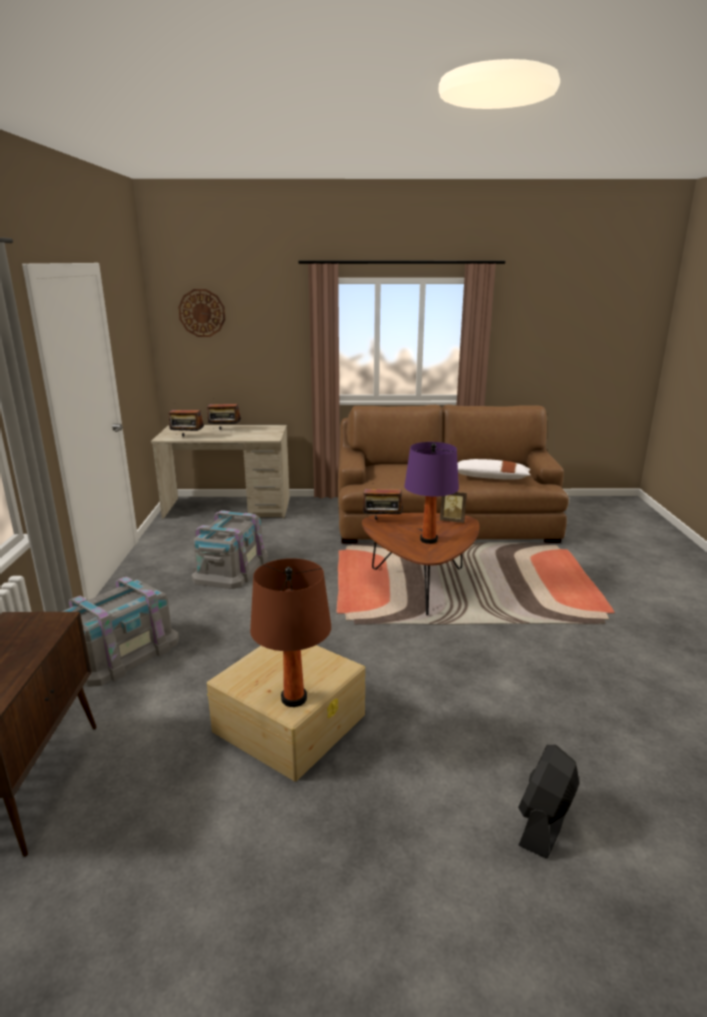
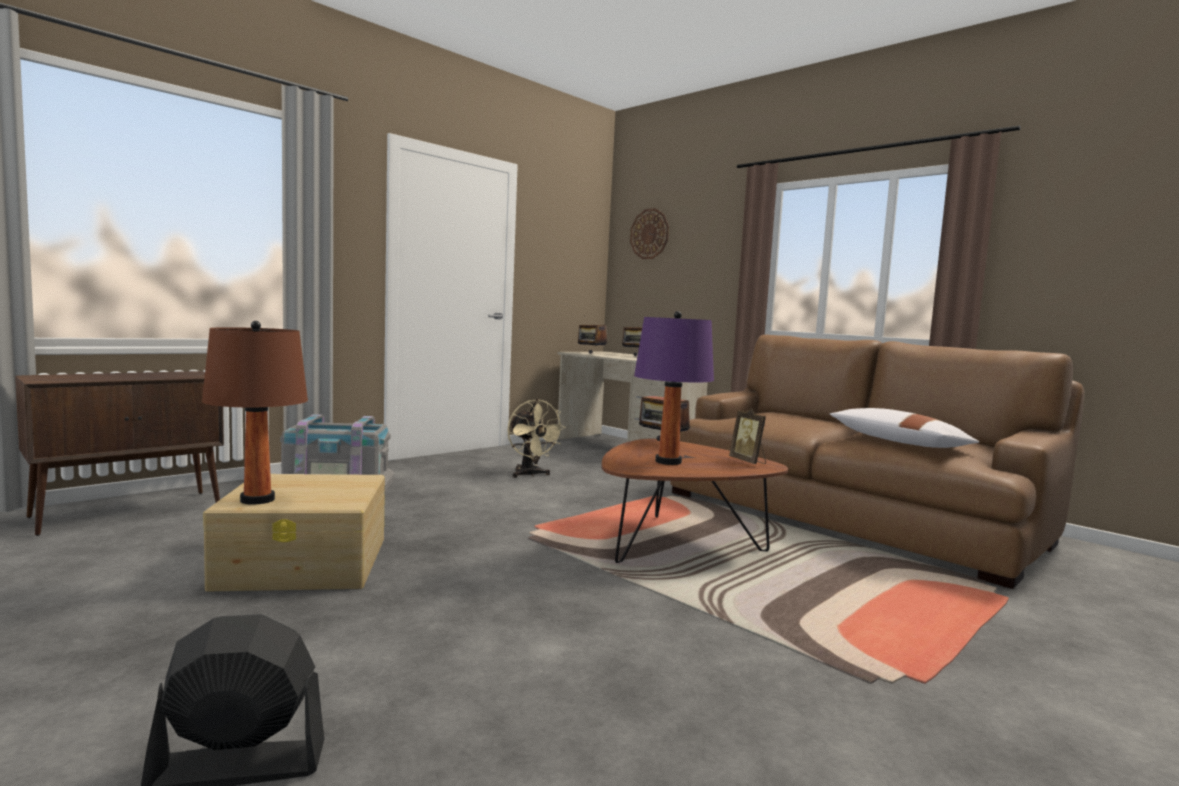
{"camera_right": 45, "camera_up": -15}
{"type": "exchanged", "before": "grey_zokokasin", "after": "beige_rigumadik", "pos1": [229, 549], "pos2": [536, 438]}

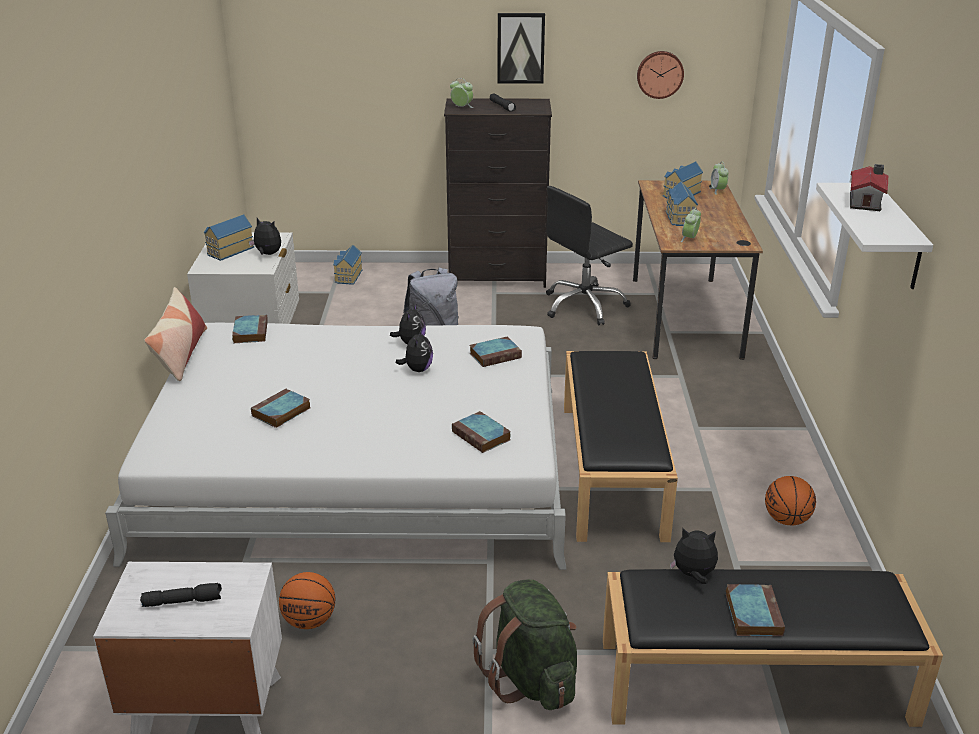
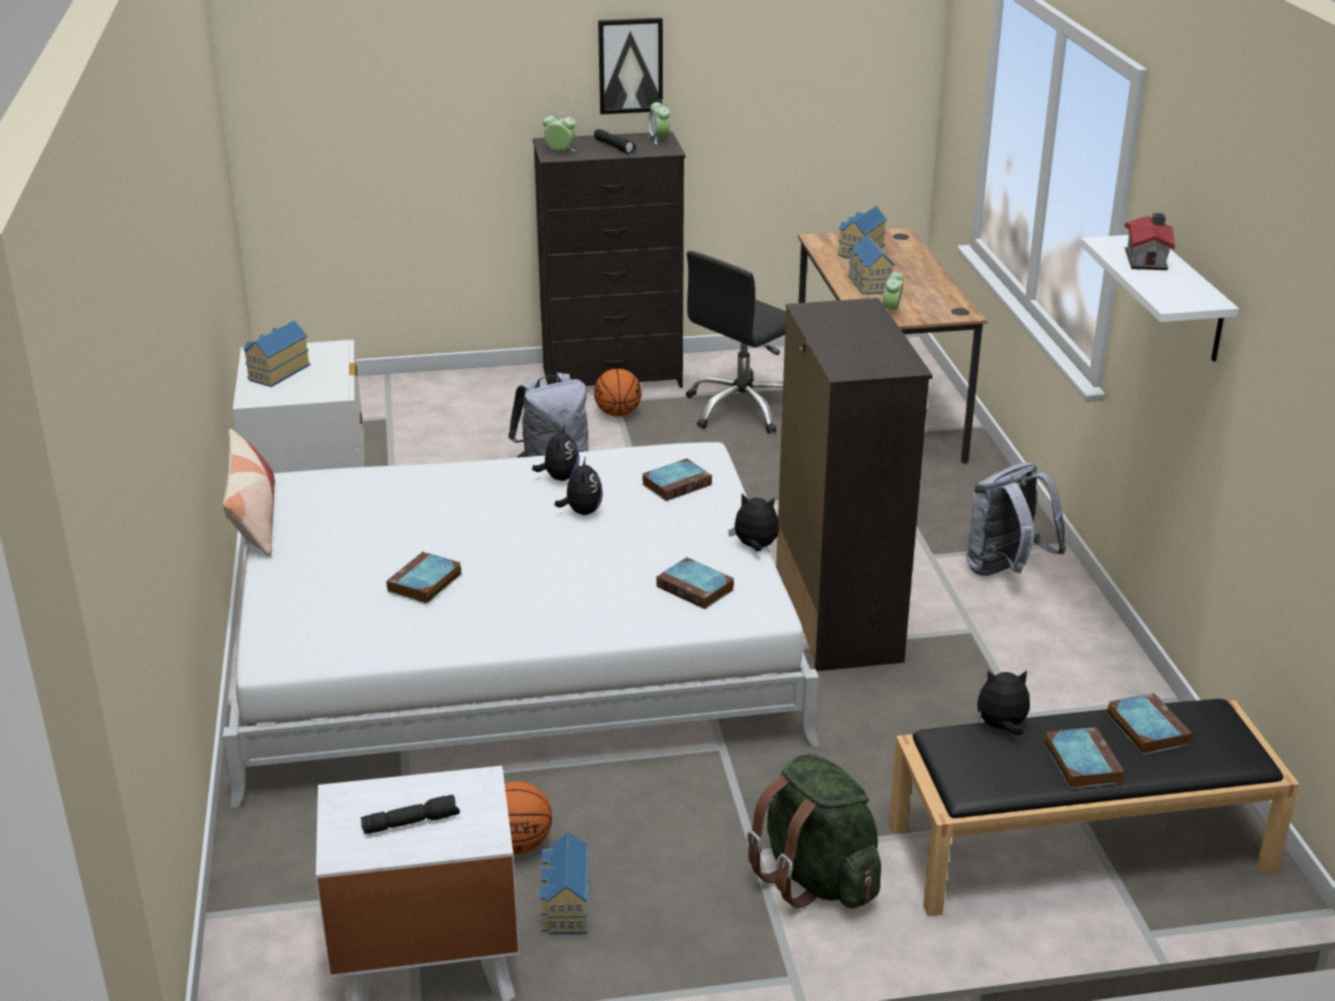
{"camera_right": -10, "camera_up": 0}
{"type": "missing", "before": "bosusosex", "pos1": [660, 75]}
{"type": "relocated", "before": "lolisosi", "pos1": [719, 178], "pos2": [659, 122]}
{"type": "relocated", "before": "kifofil", "pos1": [265, 236], "pos2": [753, 522]}
{"type": "relocated", "before": "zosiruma", "pos1": [348, 265], "pos2": [564, 883]}
{"type": "relocated", "before": "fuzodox", "pos1": [250, 329], "pos2": [1149, 724]}
{"type": "exchanged", "before": "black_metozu", "after": "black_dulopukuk", "pos1": [621, 446], "pos2": [854, 484]}
{"type": "relocated", "before": "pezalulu", "pos1": [790, 500], "pos2": [618, 393]}
{"type": "appeared", "after": "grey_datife", "pos2": [1016, 519]}

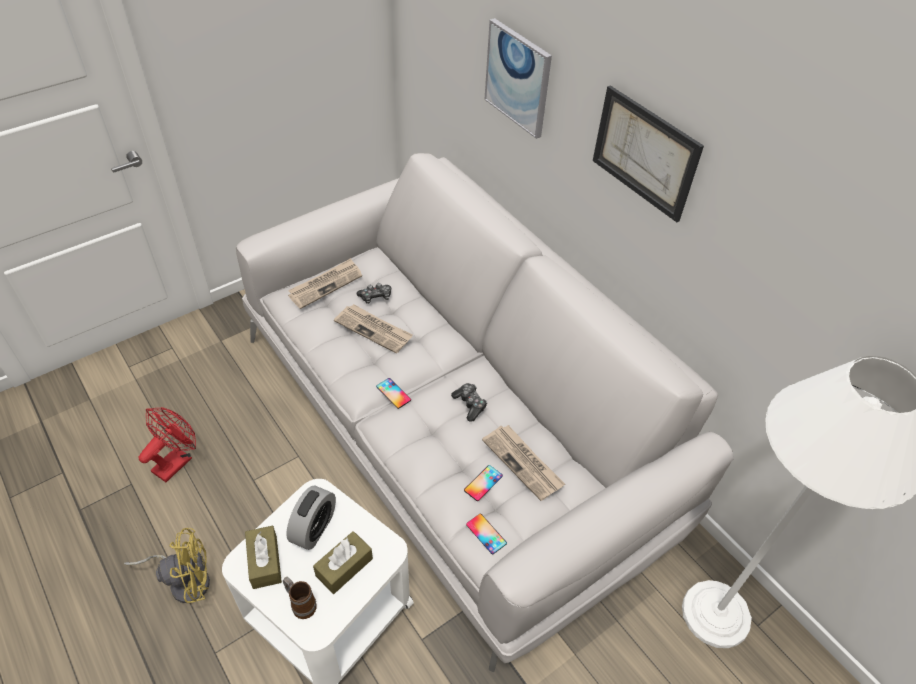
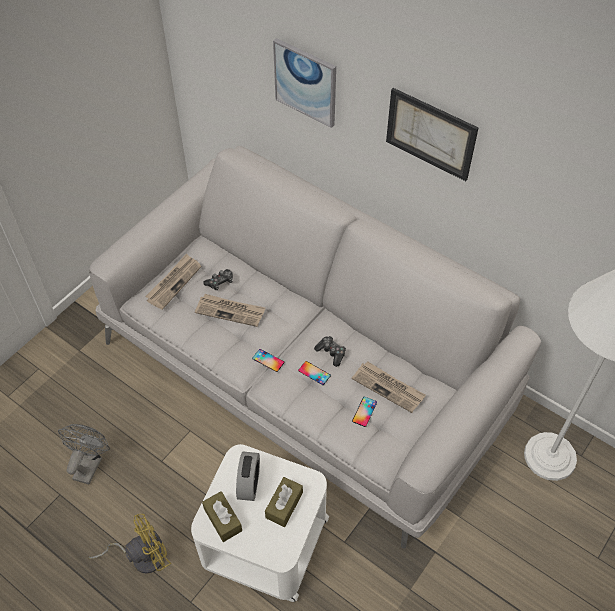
{"camera_right": -15, "camera_up": 5}
{"type": "colour", "before": "red_rigumadik", "after": "grey_rigumadik", "pos1": [167, 444], "pos2": [84, 454]}
{"type": "relocated", "before": "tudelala", "pos1": [486, 534], "pos2": [314, 373]}
{"type": "missing", "before": "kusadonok", "pos1": [300, 598]}

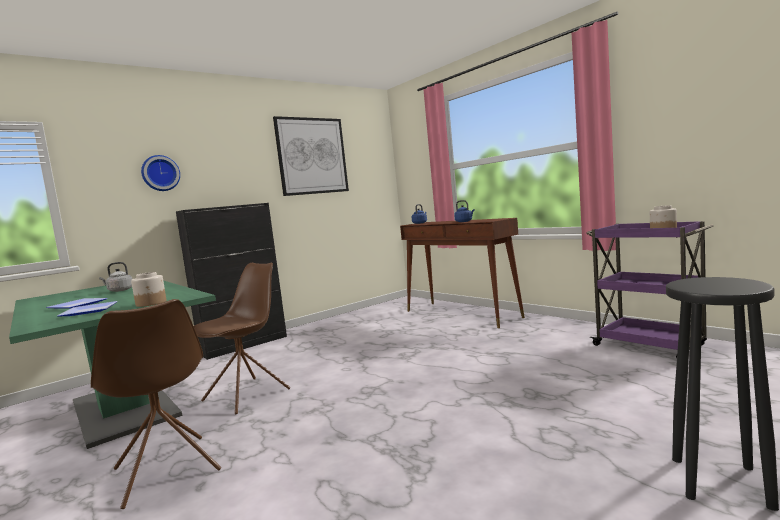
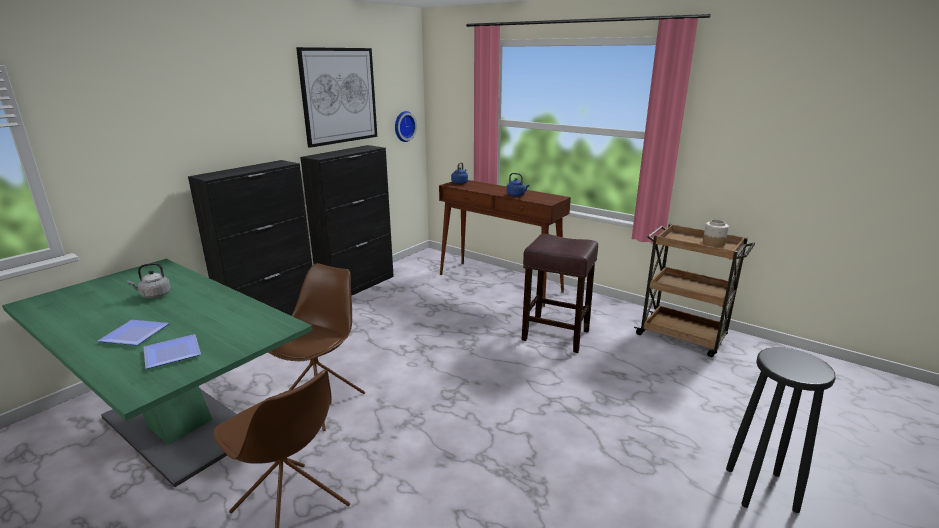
{"camera_right": -15, "camera_up": 15}
{"type": "relocated", "before": "bosusosex", "pos1": [160, 173], "pos2": [406, 126]}
{"type": "colour", "before": "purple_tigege", "after": "brown_tigege", "pos1": [650, 289], "pos2": [694, 290]}
{"type": "missing", "before": "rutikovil", "pos1": [149, 289]}
{"type": "appeared", "after": "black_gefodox", "pos2": [347, 220]}
{"type": "appeared", "after": "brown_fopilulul", "pos2": [560, 293]}

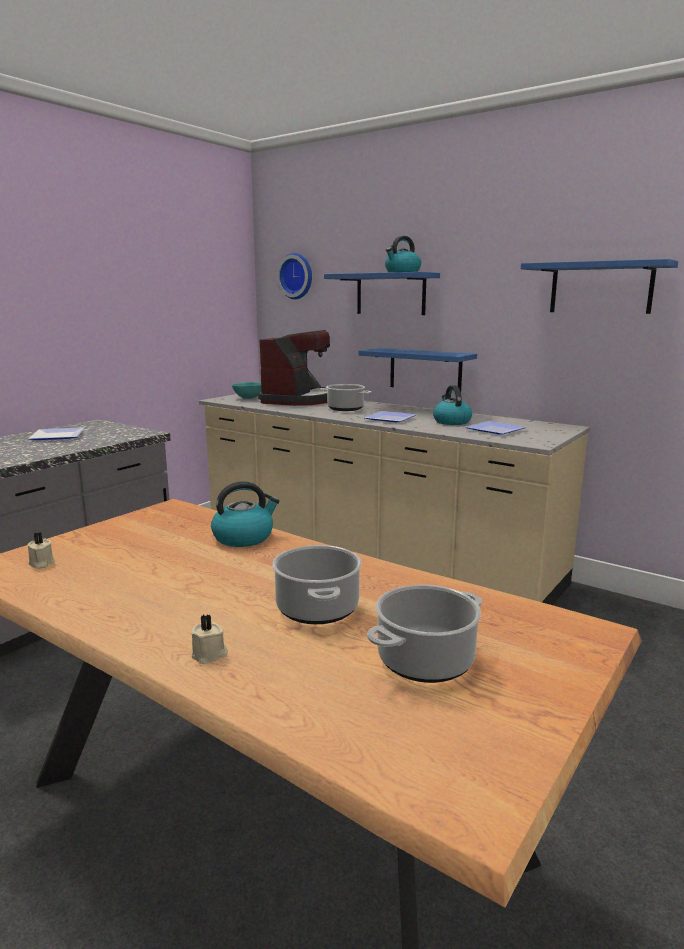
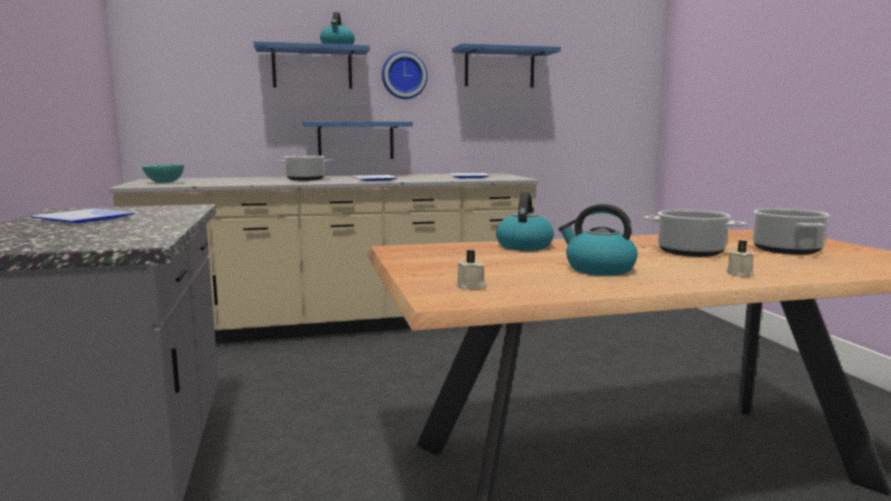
{"camera_right": -50, "camera_up": -5}
{"type": "relocated", "before": "bosusosex", "pos1": [294, 276], "pos2": [405, 75]}
{"type": "missing", "before": "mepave", "pos1": [294, 368]}
{"type": "relocated", "before": "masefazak", "pos1": [452, 405], "pos2": [598, 240]}

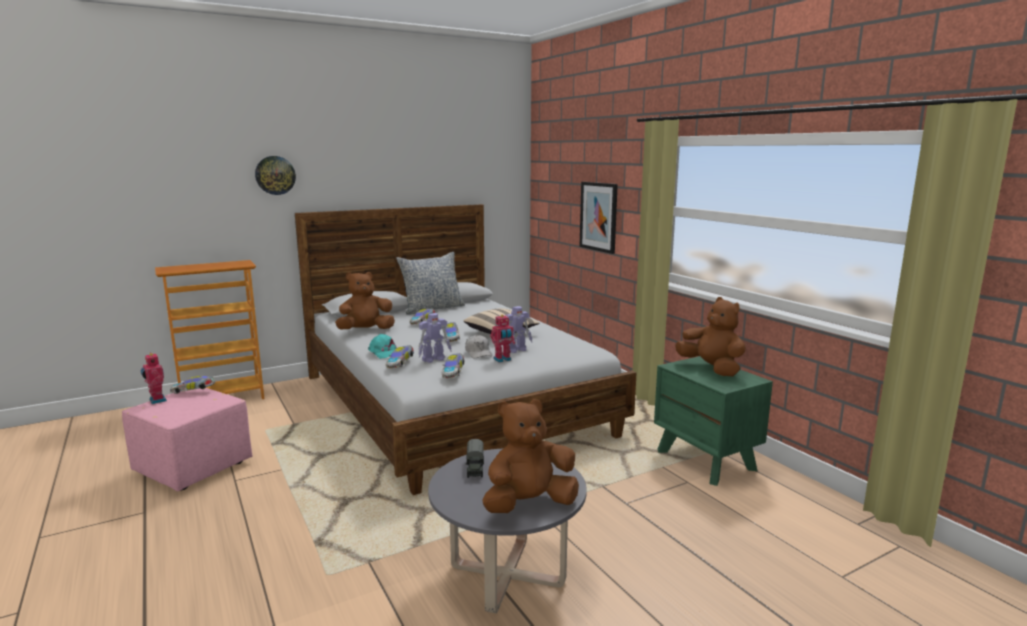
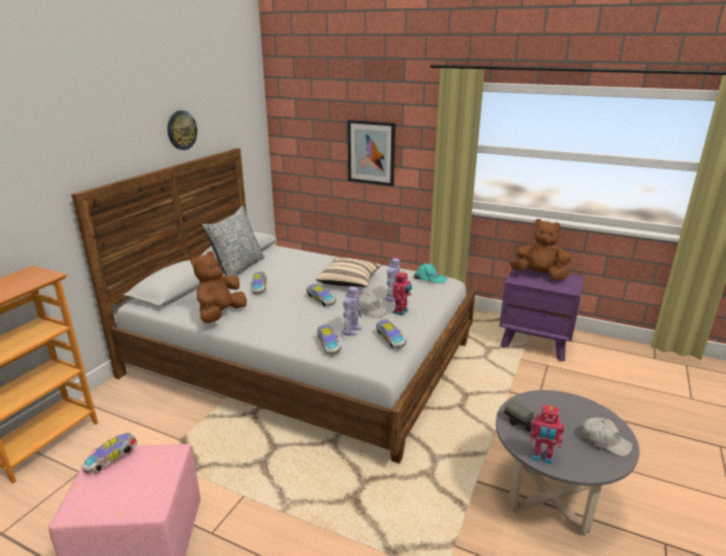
{"camera_right": -35, "camera_up": 10}
{"type": "relocated", "before": "bosusosex", "pos1": [275, 175], "pos2": [182, 130]}
{"type": "relocated", "before": "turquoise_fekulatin", "pos1": [382, 346], "pos2": [430, 273]}
{"type": "relocated", "before": "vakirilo", "pos1": [154, 378], "pos2": [547, 434]}
{"type": "colour", "before": "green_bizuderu", "after": "purple_bizuderu", "pos1": [713, 421], "pos2": [542, 314]}
{"type": "exchanged", "before": "brown_kifofil", "after": "white_fekulatin", "pos1": [530, 456], "pos2": [607, 437]}

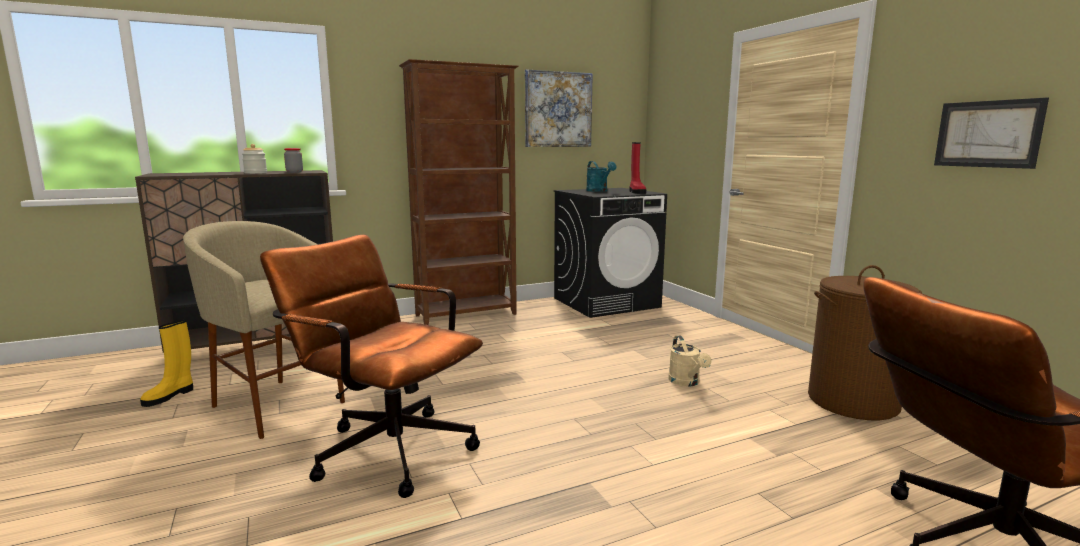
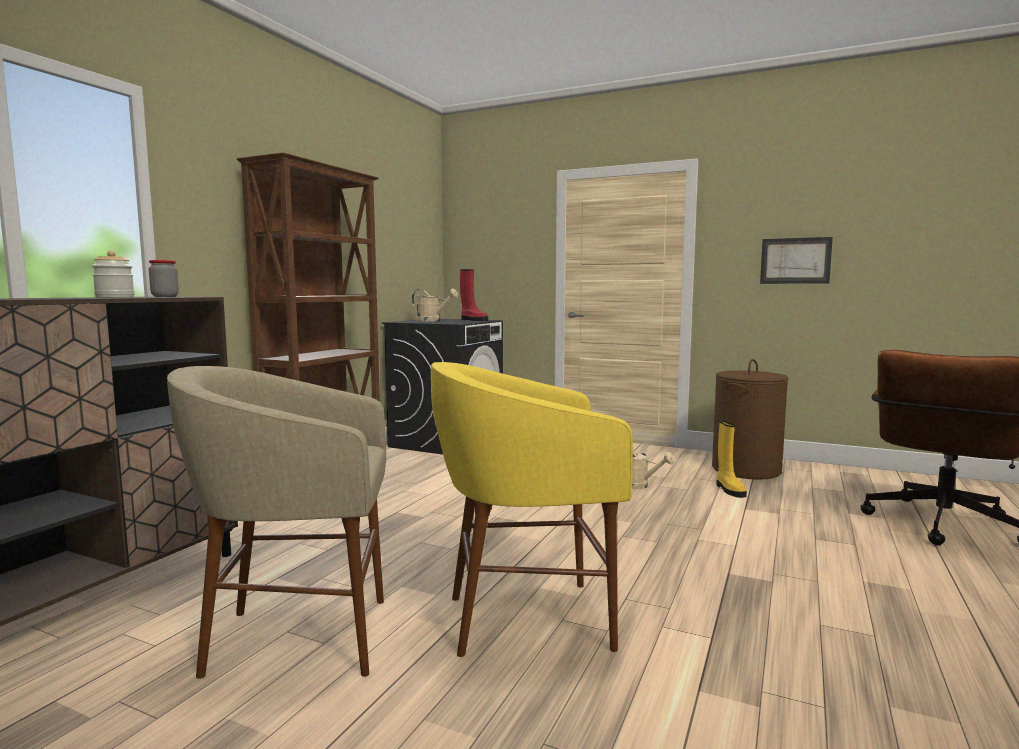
{"camera_right": -40, "camera_up": -5}
{"type": "missing", "before": "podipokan", "pos1": [559, 108]}
{"type": "colour", "before": "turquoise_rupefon", "after": "beige_rupefon", "pos1": [601, 176], "pos2": [435, 305]}
{"type": "exchanged", "before": "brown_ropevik", "after": "yellow_fopilulul", "pos1": [371, 366], "pos2": [532, 509]}
{"type": "relocated", "before": "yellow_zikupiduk", "pos1": [166, 363], "pos2": [731, 459]}

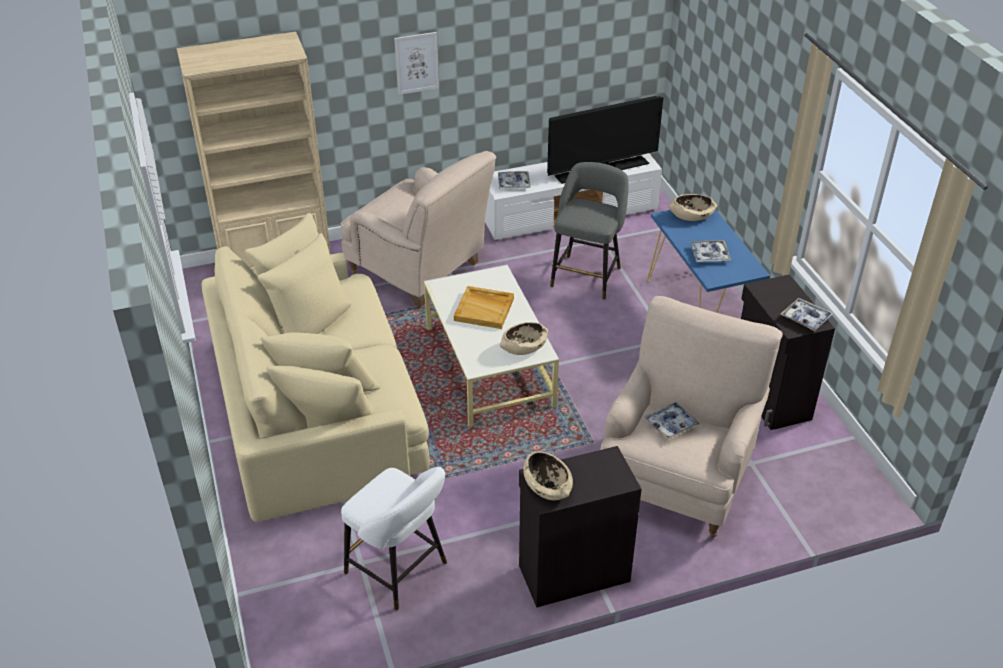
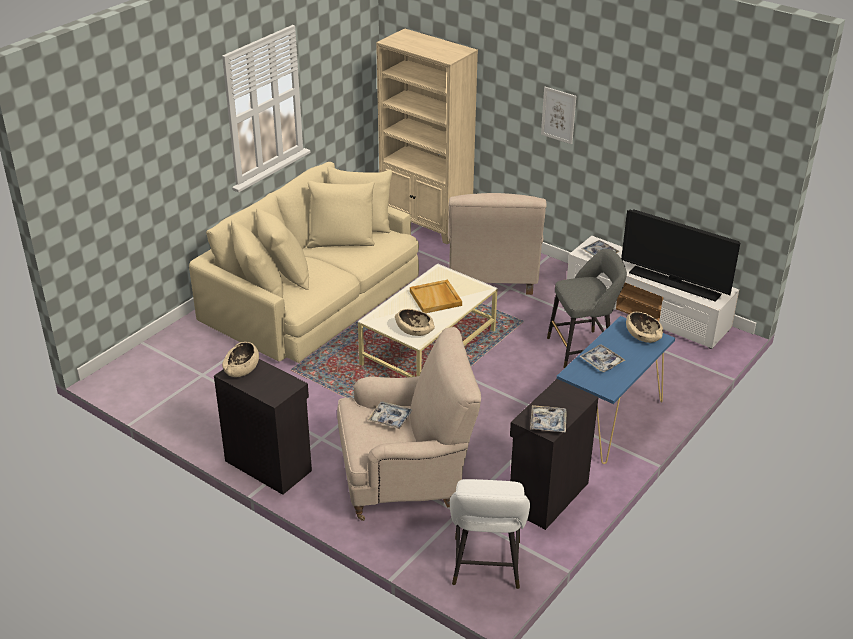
{"camera_right": 55, "camera_up": -5}
{"type": "relocated", "before": "white_fopilulul", "pos1": [394, 538], "pos2": [490, 534]}

